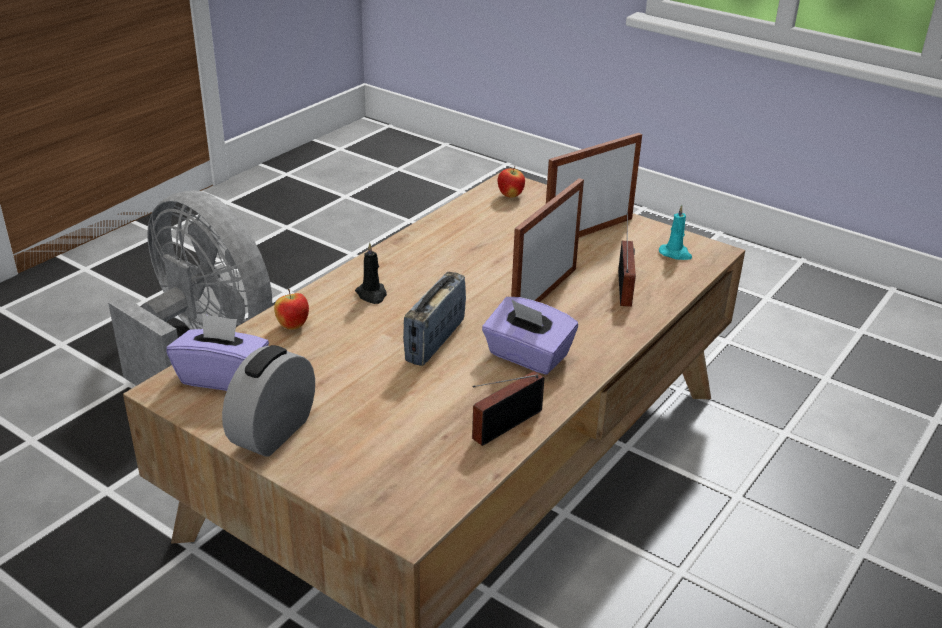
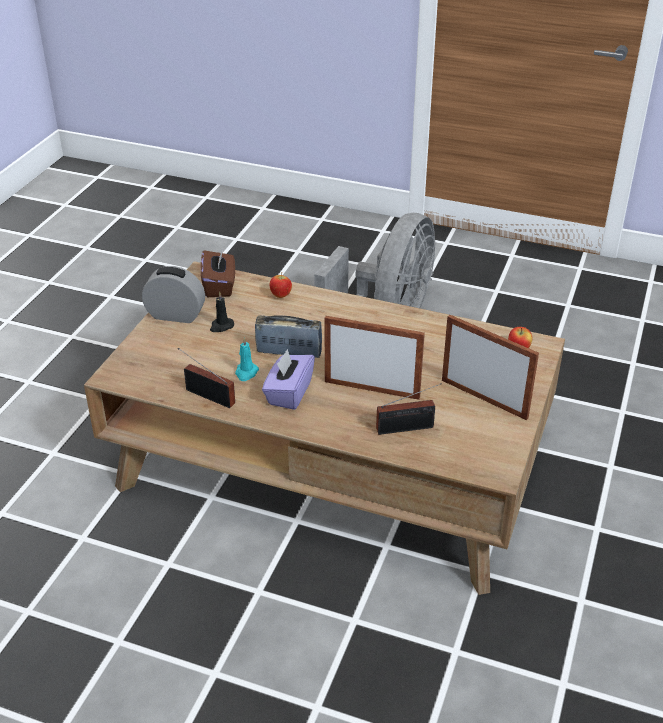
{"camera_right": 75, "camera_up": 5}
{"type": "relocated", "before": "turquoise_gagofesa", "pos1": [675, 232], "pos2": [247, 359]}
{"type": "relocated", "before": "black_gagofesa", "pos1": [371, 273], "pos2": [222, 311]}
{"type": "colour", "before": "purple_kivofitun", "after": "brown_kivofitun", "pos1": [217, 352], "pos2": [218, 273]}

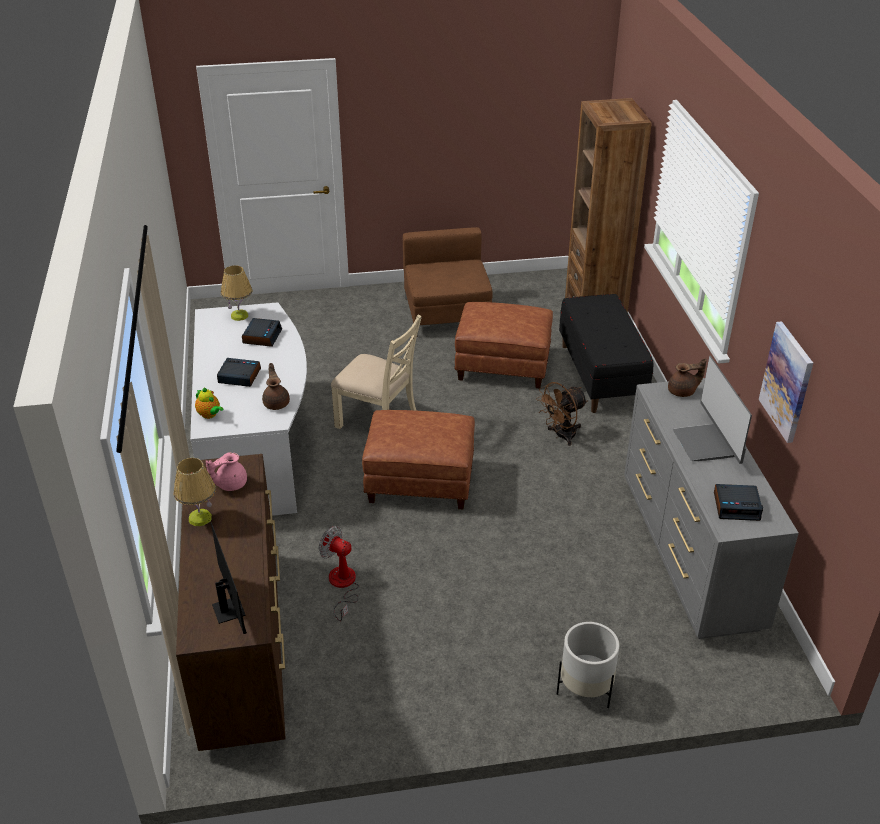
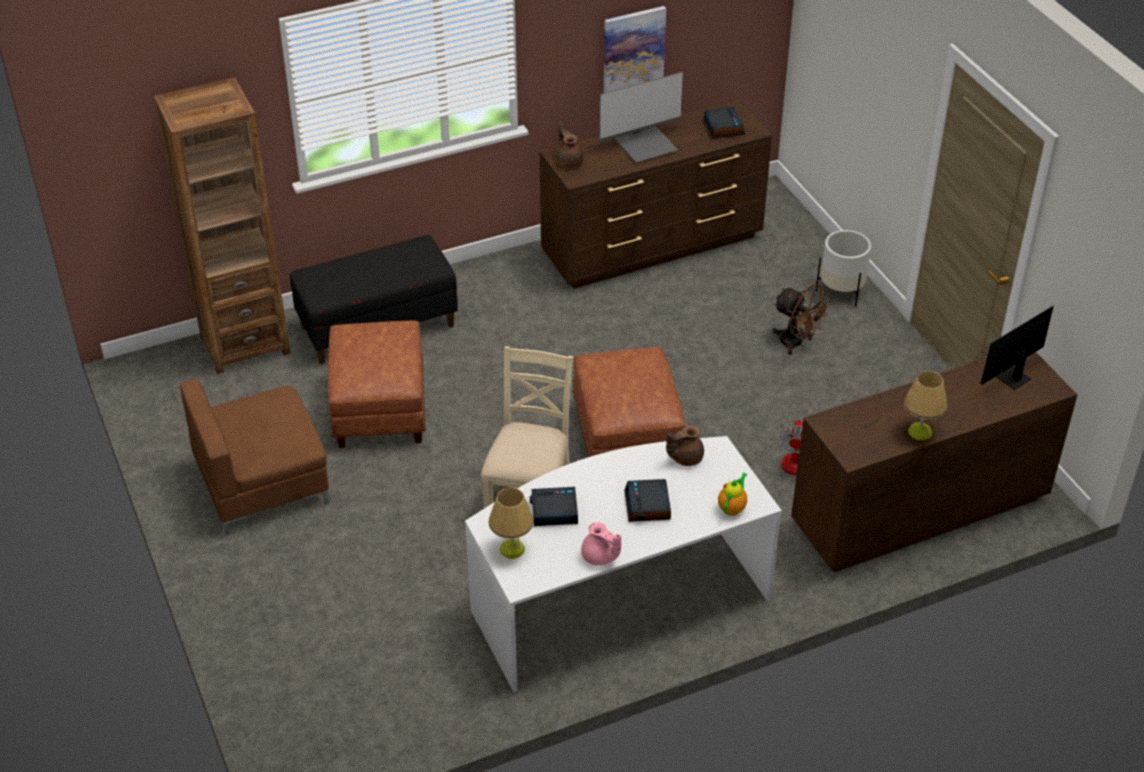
{"camera_right": -105, "camera_up": 5}
{"type": "colour", "before": "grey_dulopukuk", "after": "brown_dulopukuk", "pos1": [711, 508], "pos2": [656, 194]}
{"type": "relocated", "before": "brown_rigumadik", "pos1": [562, 414], "pos2": [802, 319]}
{"type": "relocated", "before": "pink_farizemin", "pos1": [226, 471], "pos2": [601, 544]}

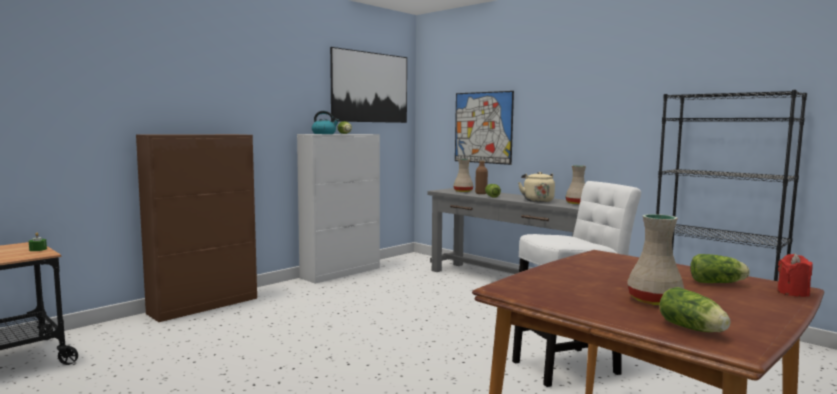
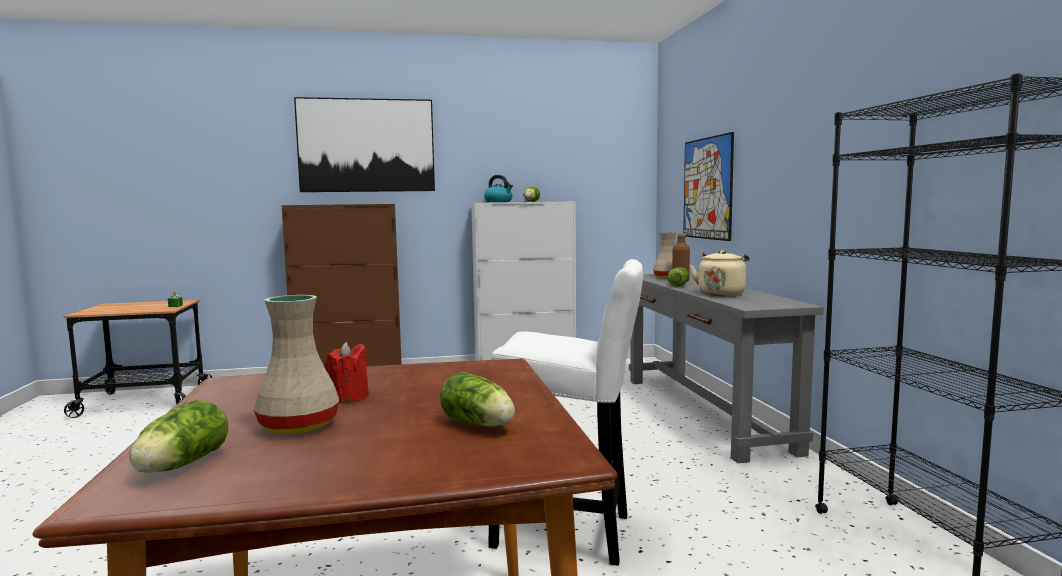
{"camera_right": 35, "camera_up": 0}
{"type": "relocated", "before": "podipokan", "pos1": [368, 85], "pos2": [364, 144]}
{"type": "missing", "before": "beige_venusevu", "pos1": [575, 185]}
{"type": "relocated", "before": "red_gagofesa", "pos1": [795, 275], "pos2": [347, 372]}

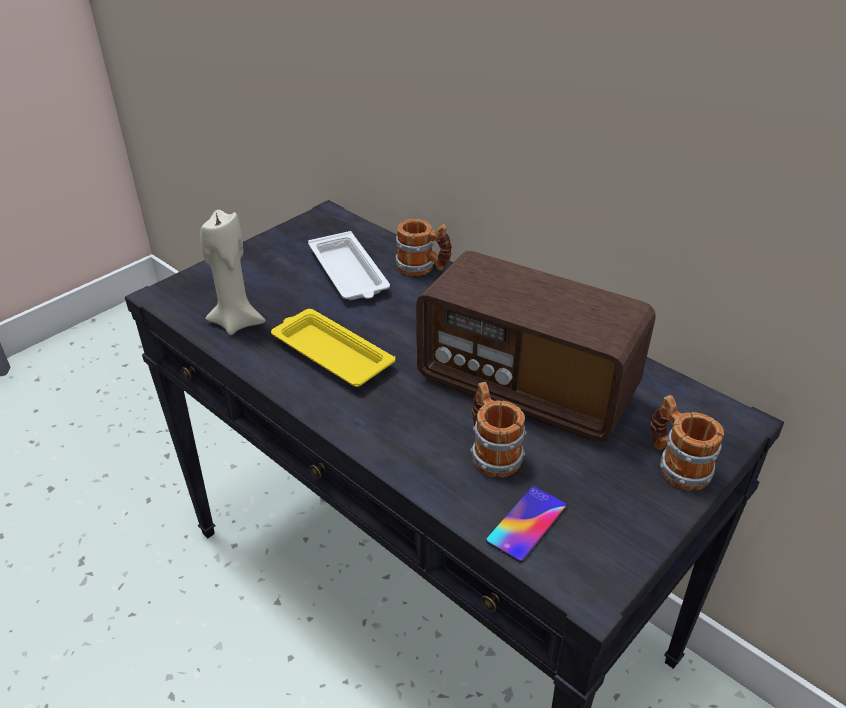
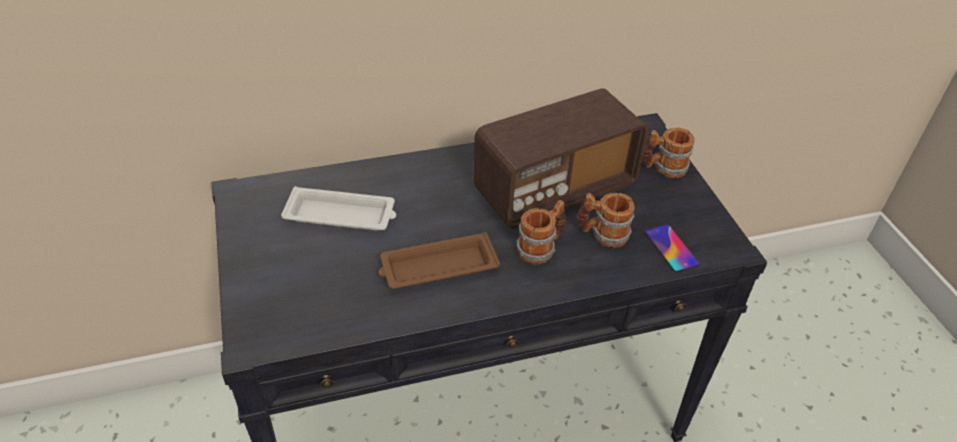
{"camera_right": -60, "camera_up": 5}
{"type": "missing", "before": "beige_gagofesa", "pos1": [233, 272]}
{"type": "relocated", "before": "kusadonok", "pos1": [423, 247], "pos2": [541, 232]}
{"type": "colour", "before": "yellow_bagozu", "after": "brown_bagozu", "pos1": [333, 348], "pos2": [439, 260]}

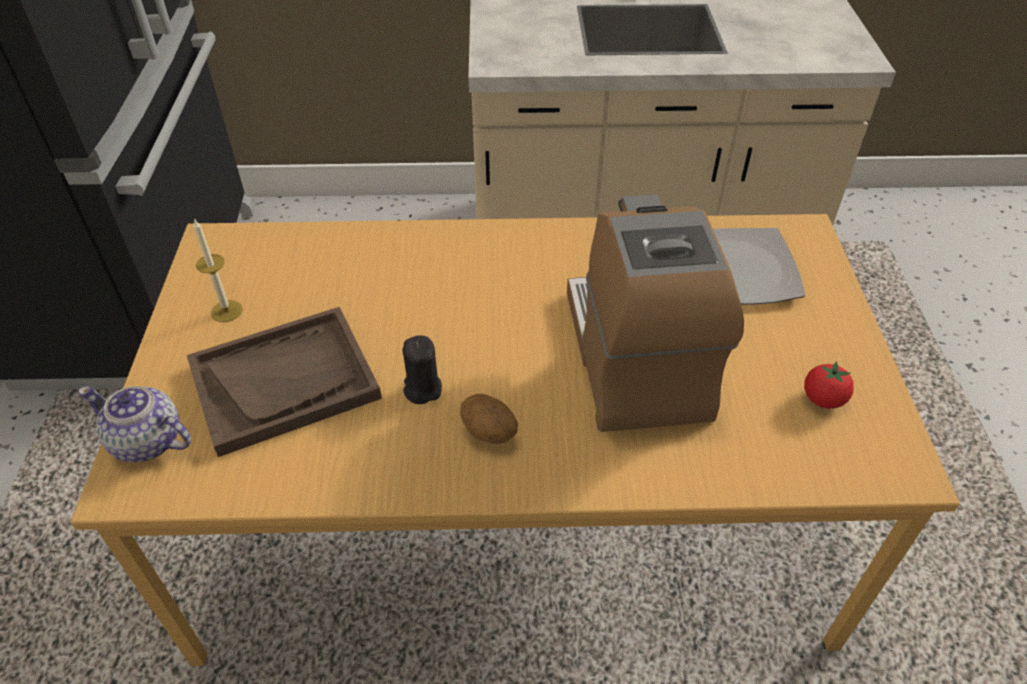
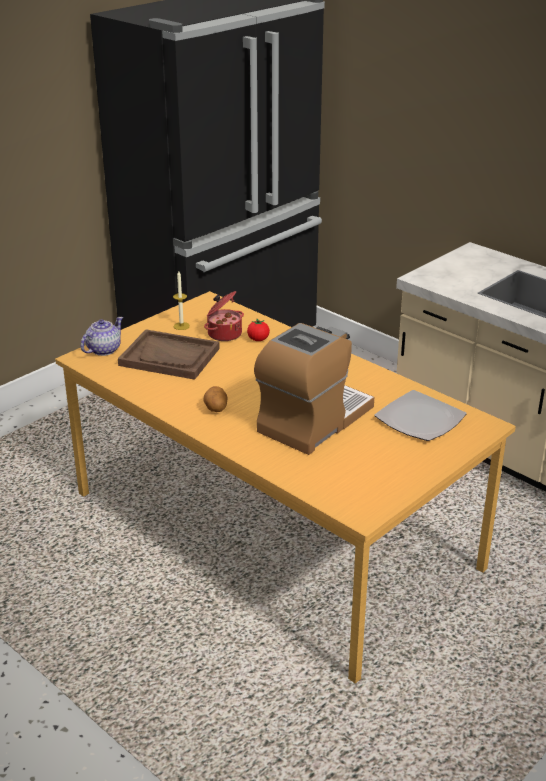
{"camera_right": 45, "camera_up": -15}
{"type": "missing", "before": "black_gagofesa", "pos1": [422, 369]}
{"type": "relocated", "before": "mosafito", "pos1": [829, 385], "pos2": [258, 330]}
{"type": "spun", "before": "farizemin", "pos1": [134, 424], "pos2": [102, 336], "turn": 60}
{"type": "appeared", "after": "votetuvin", "pos2": [224, 316]}

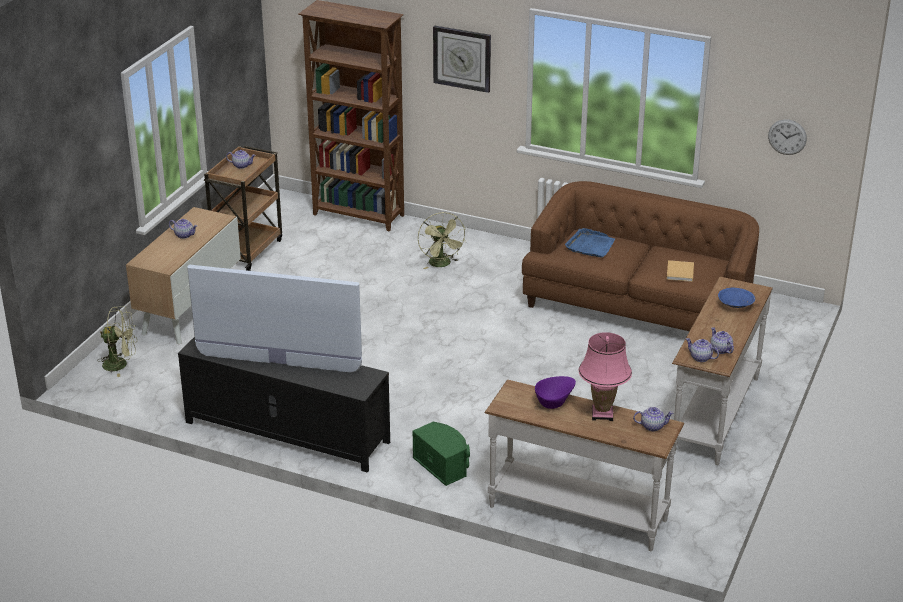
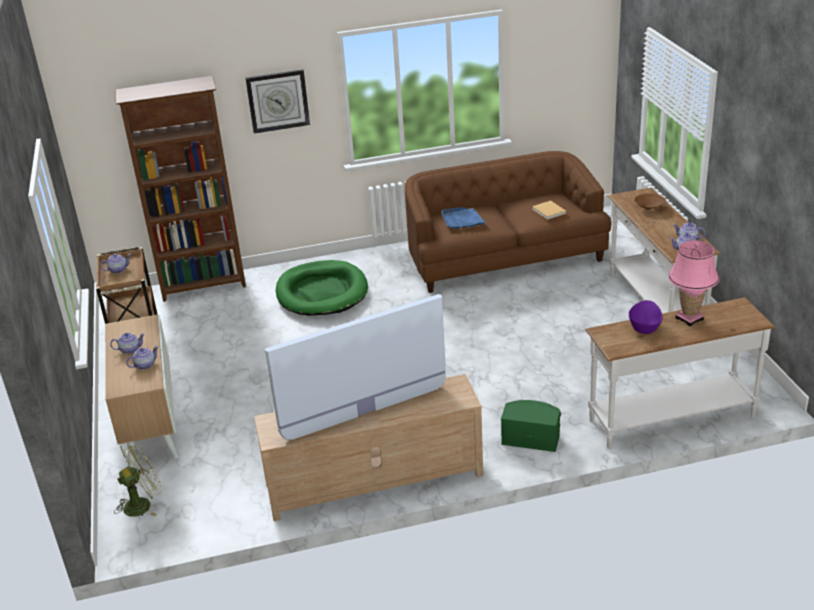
{"camera_right": -35, "camera_up": 0}
{"type": "missing", "before": "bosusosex", "pos1": [787, 137]}
{"type": "exchanged", "before": "green_rigumadik", "after": "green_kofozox", "pos1": [442, 240], "pos2": [322, 288]}
{"type": "colour", "before": "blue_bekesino", "after": "brown_bekesino", "pos1": [736, 298], "pos2": [650, 201]}
{"type": "colour", "before": "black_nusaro", "after": "beige_nusaro", "pos1": [284, 405], "pos2": [368, 447]}
{"type": "relocated", "before": "farizemin", "pos1": [653, 419], "pos2": [142, 358]}

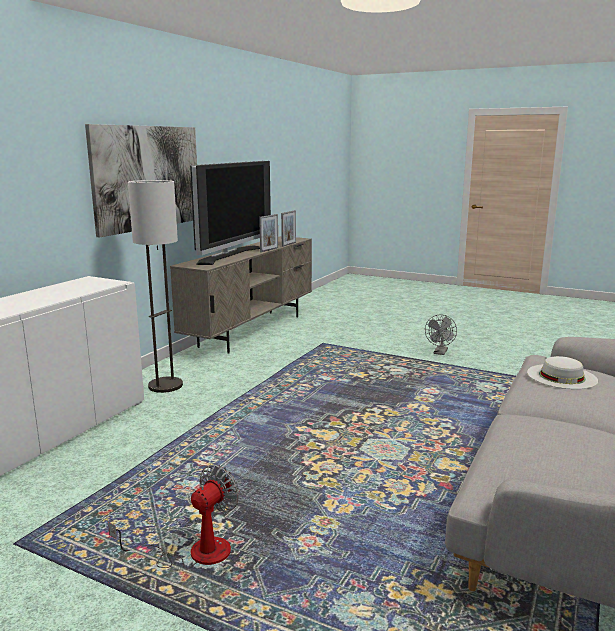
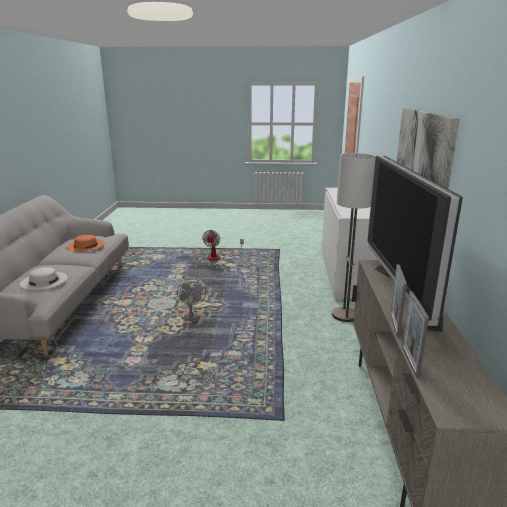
{"camera_right": 155, "camera_up": 5}
{"type": "relocated", "before": "grey_rigumadik", "pos1": [441, 334], "pos2": [191, 301]}
{"type": "appeared", "after": "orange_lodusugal", "pos2": [86, 243]}

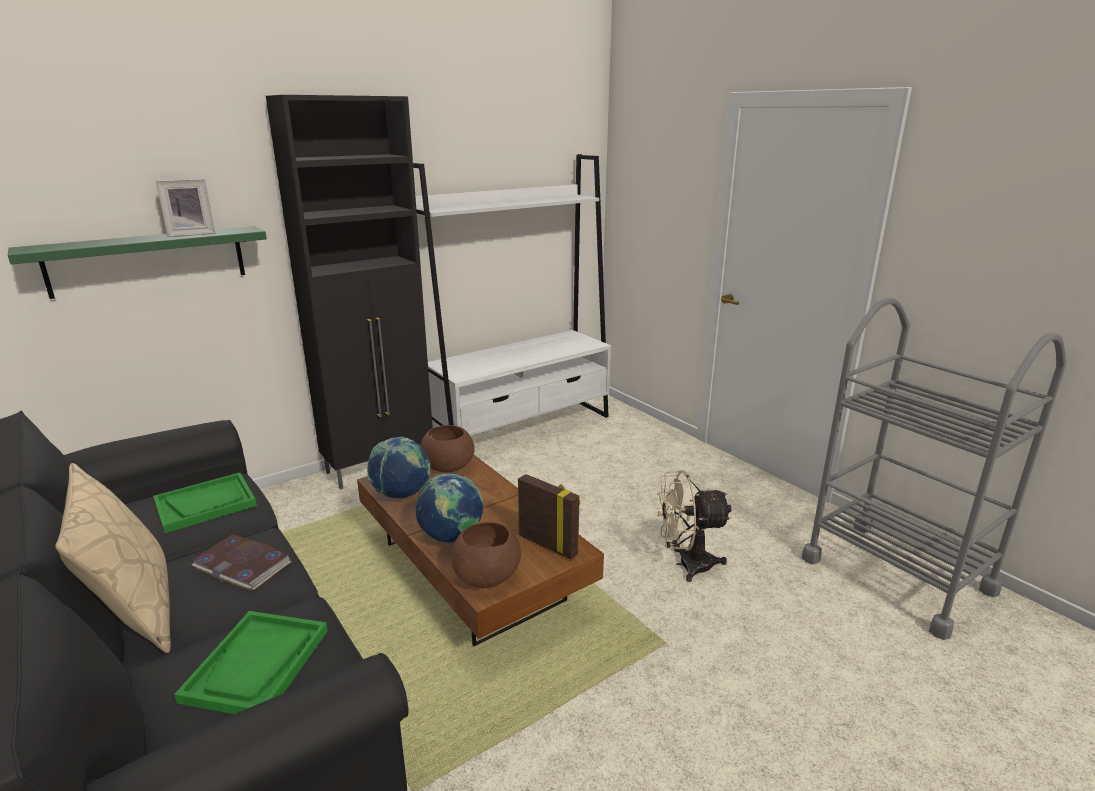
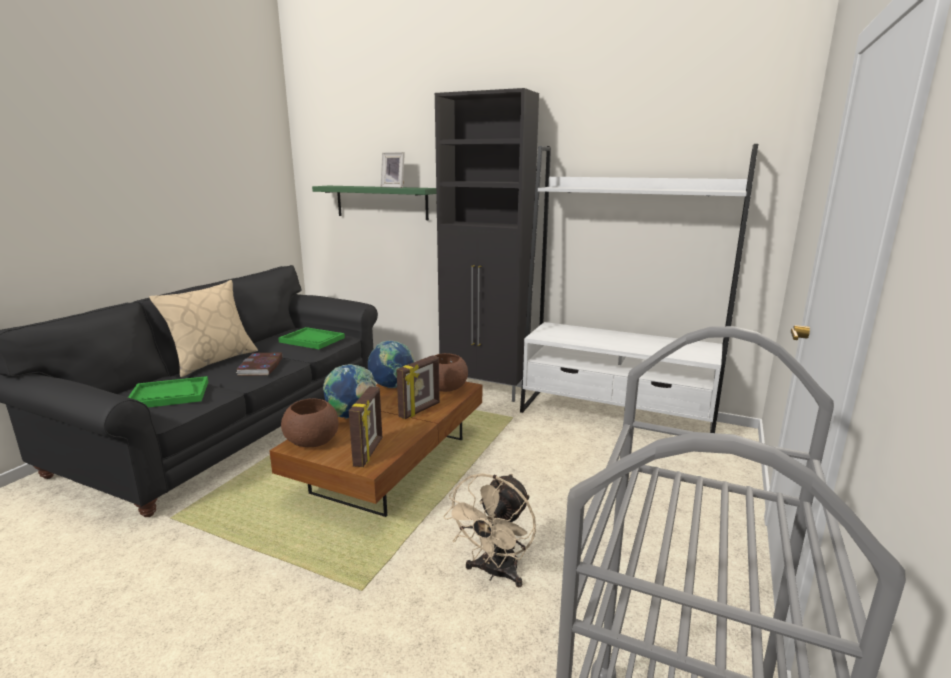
{"camera_right": 60, "camera_up": -5}
{"type": "spun", "before": "beige_rigumadik", "pos1": [694, 526], "pos2": [489, 530], "turn": -120}
{"type": "appeared", "after": "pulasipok", "pos2": [418, 387]}

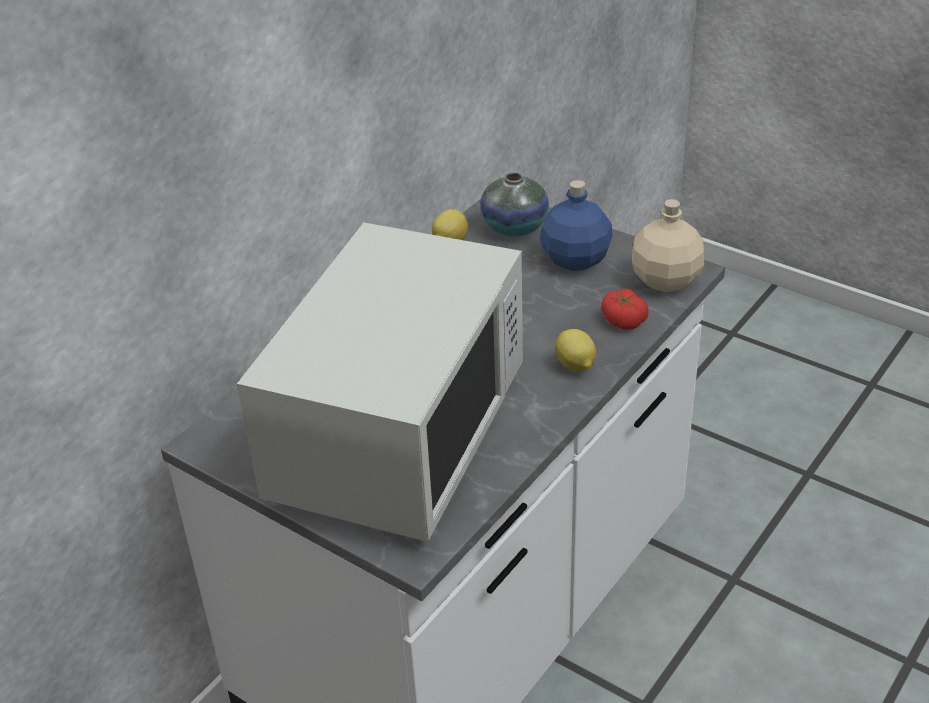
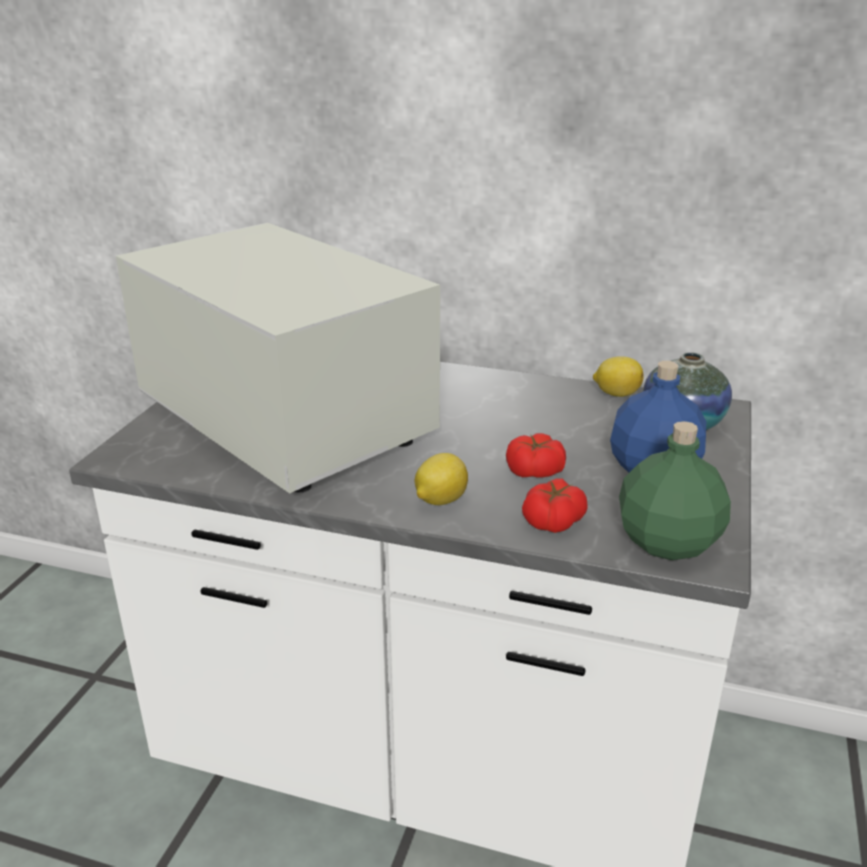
{"camera_right": 70, "camera_up": -10}
{"type": "colour", "before": "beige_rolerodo", "after": "green_rolerodo", "pos1": [668, 245], "pos2": [675, 490]}
{"type": "spun", "before": "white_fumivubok", "pos1": [380, 382], "pos2": [278, 358], "turn": -135}
{"type": "appeared", "after": "mosafito", "pos2": [536, 455]}

